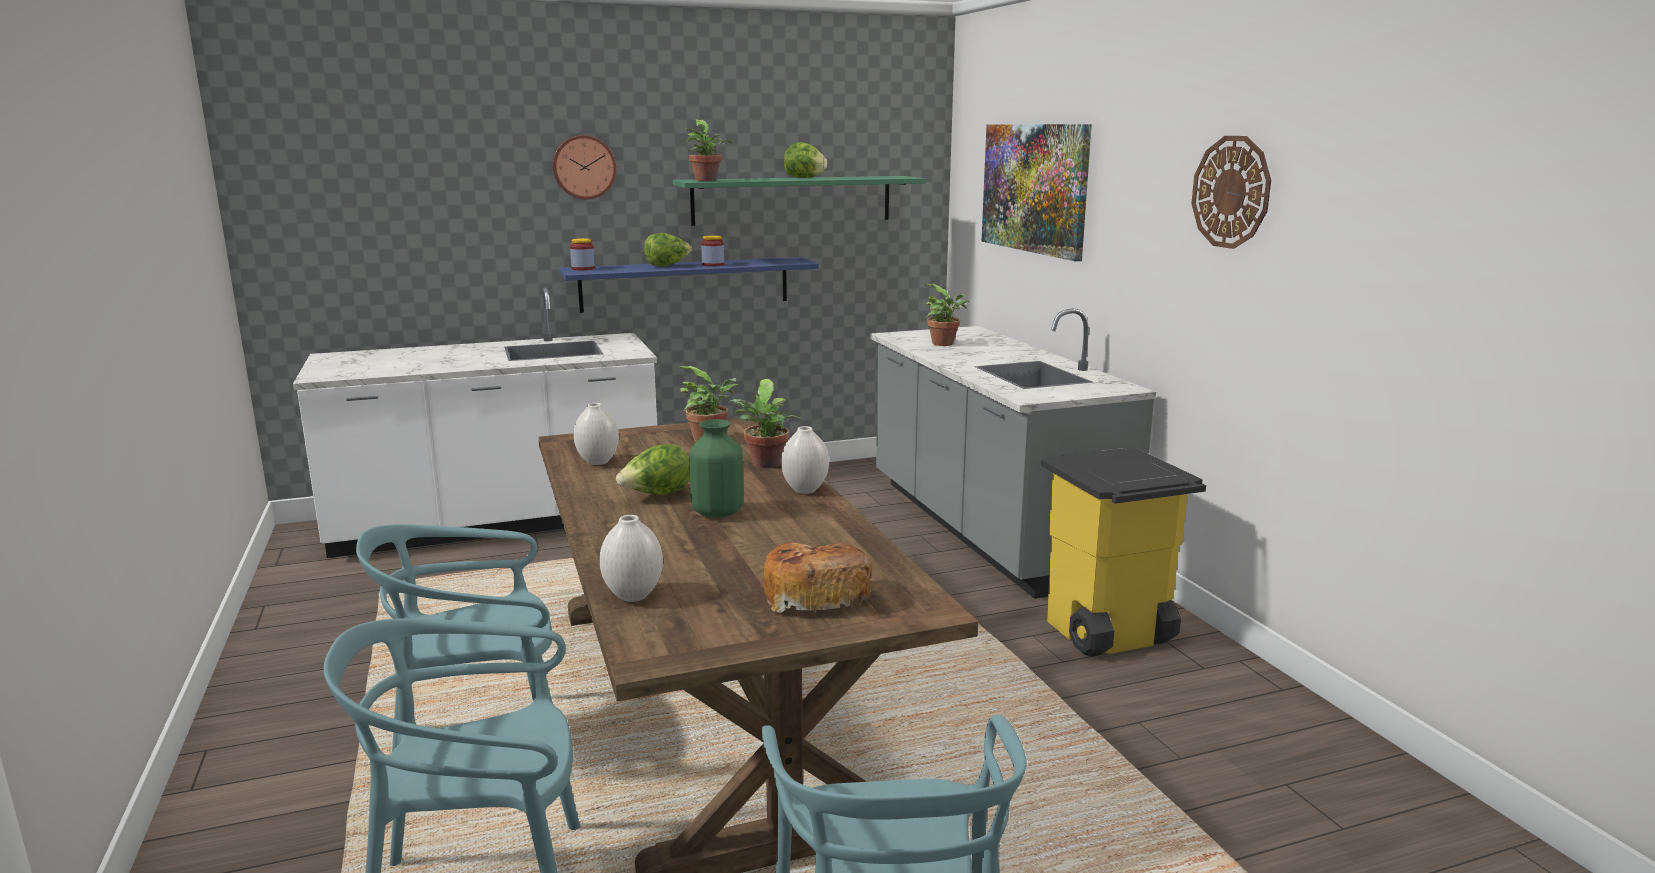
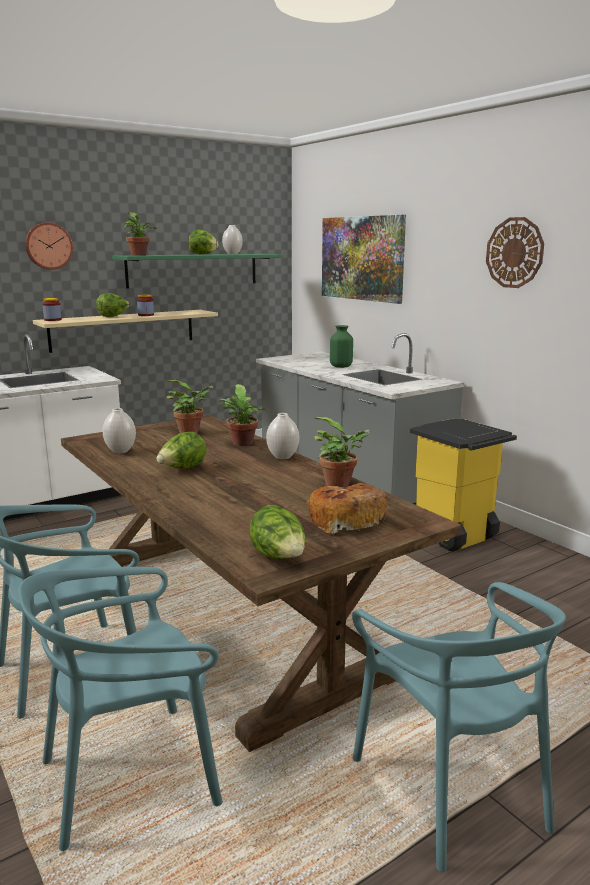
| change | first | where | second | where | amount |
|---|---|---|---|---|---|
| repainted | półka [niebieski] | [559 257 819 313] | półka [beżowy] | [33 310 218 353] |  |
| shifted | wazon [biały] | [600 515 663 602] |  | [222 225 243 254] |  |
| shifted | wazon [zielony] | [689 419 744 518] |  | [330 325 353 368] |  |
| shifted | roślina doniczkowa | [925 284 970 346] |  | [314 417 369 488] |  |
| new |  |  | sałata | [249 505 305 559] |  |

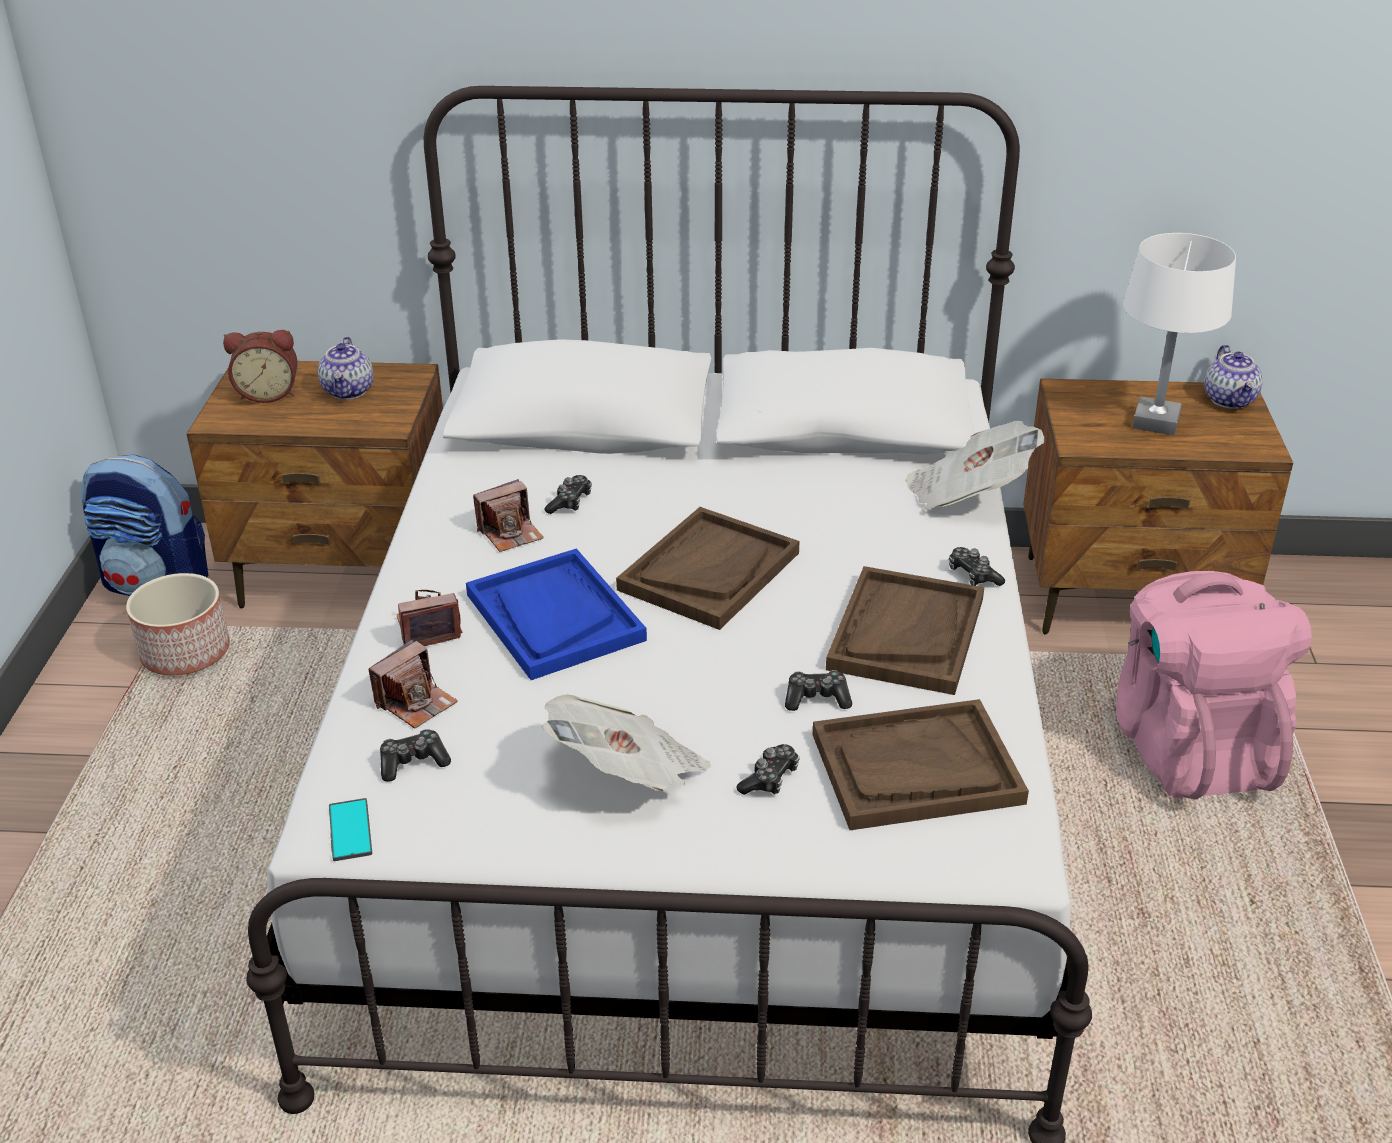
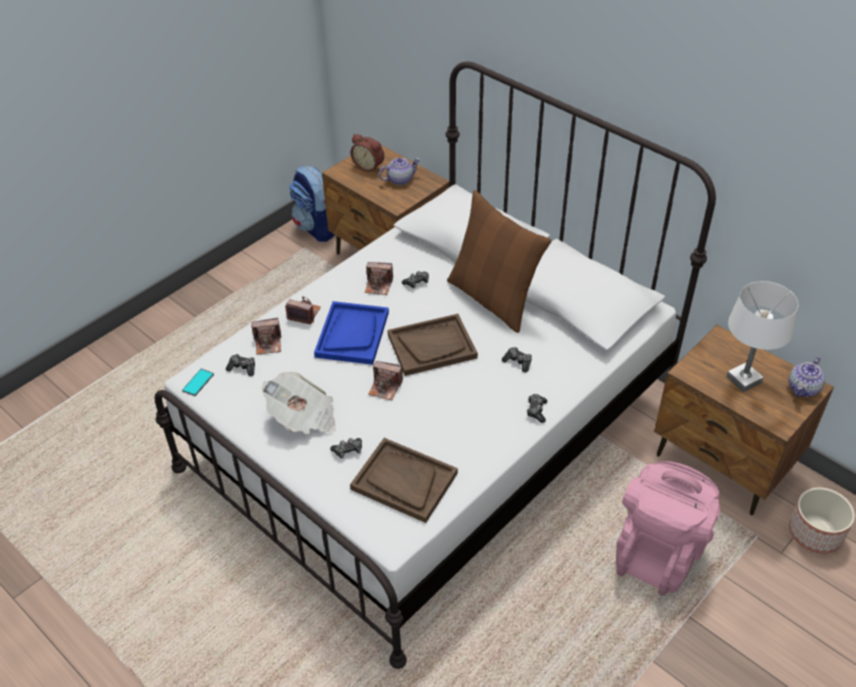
| change | first | where | second | where | amount |
|---|---|---|---|---|---|
| shifted | donica | [126 573 230 676] |  | [789 487 855 554] |  |
| rotated | imbryk | [318 337 373 399] |  | [379 158 420 185] | 150 degrees counterclockwise |
| shifted | pad do gier | [785 670 852 711] |  | [502 347 532 373] |  |
| gone | taca [brązowy] | [826 566 984 695] |  |  |  |
| gone | gazeta | [905 420 1045 510] |  |  |  |
| new |  |  | aparat fotograficzny | [368 361 403 401] |  |
| new |  |  | poduszka [brązowy] | [447 190 552 333] |  |

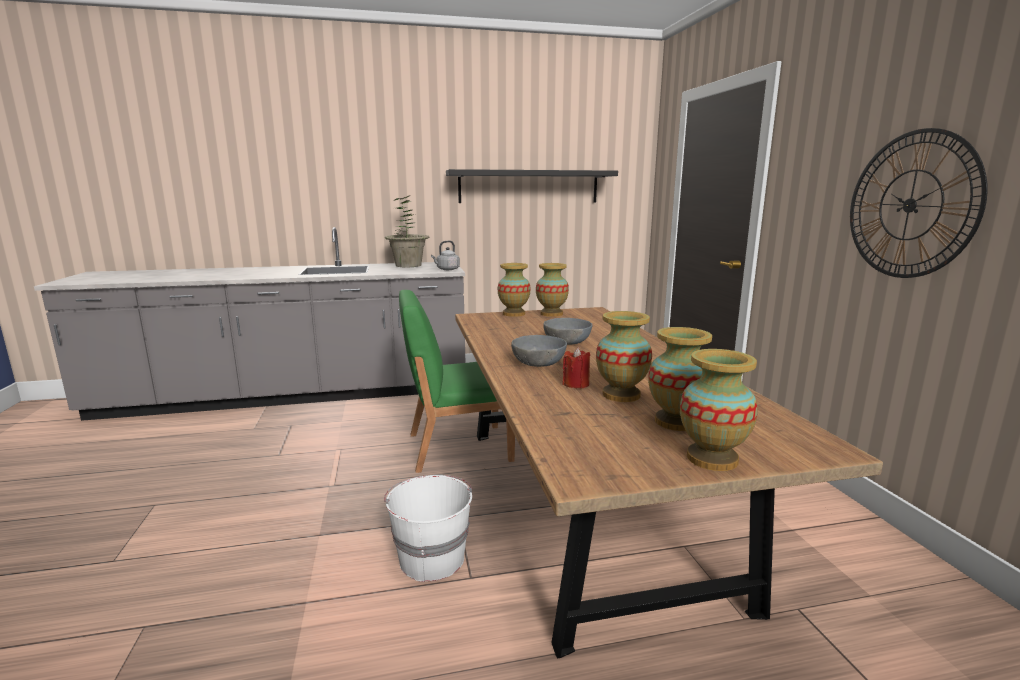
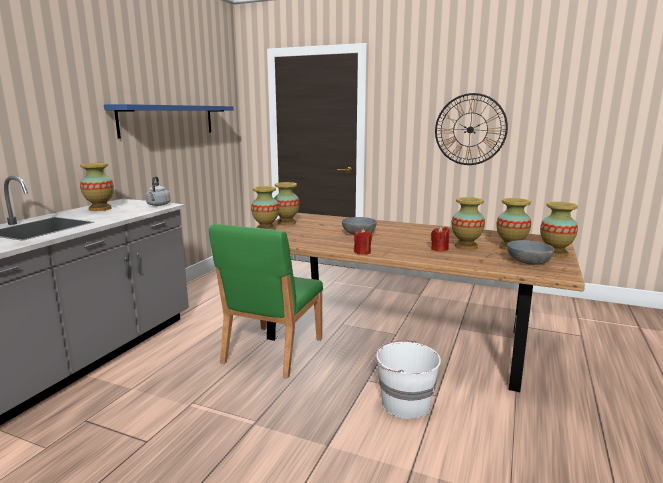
| change | first | where | second | where | amount |
|---|---|---|---|---|---|
| swapped | roślina doniczkowa | [385 195 429 267] | wazon | [80 163 114 211] |  |
| repainted | półka [czarny] | [446 169 618 203] | półka [niebieski] | [104 104 233 138] |  |
| shifted | miska [szary] | [511 335 567 367] |  | [507 240 554 265] |  |
| new |  |  | świeca [czerwony] | [354 228 372 255] |  |

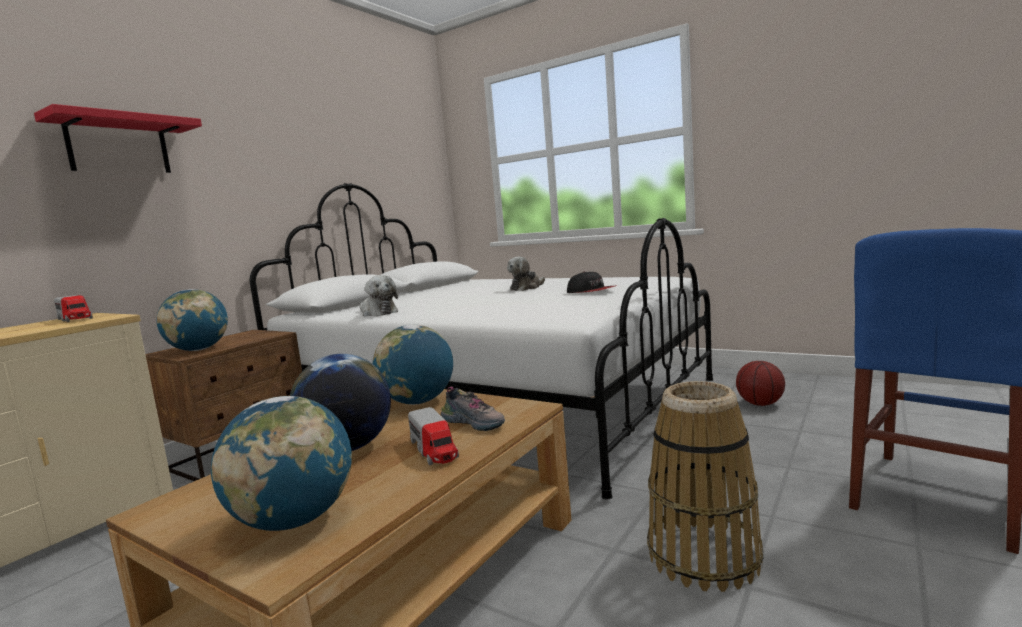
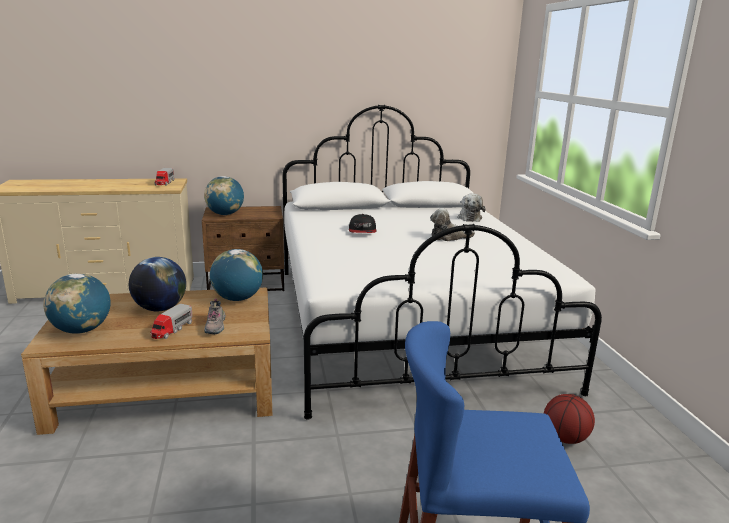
| change | first | where | second | where | amount |
|---|---|---|---|---|---|
| gone | półka [czerwony] | [34 104 202 173] |  |  |  |
| shifted | pluszak | [360 275 398 316] |  | [457 193 485 222] |  |
| shifted | czapka z daszkiem | [567 271 614 293] |  | [349 214 377 233] |  |
| gone | koszyk | [647 381 763 592] |  |  |  |

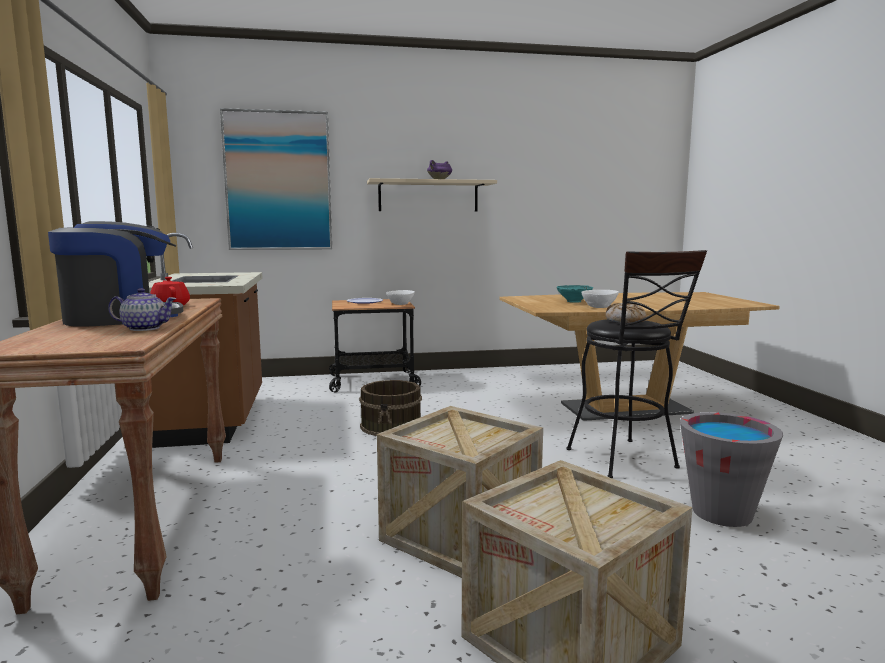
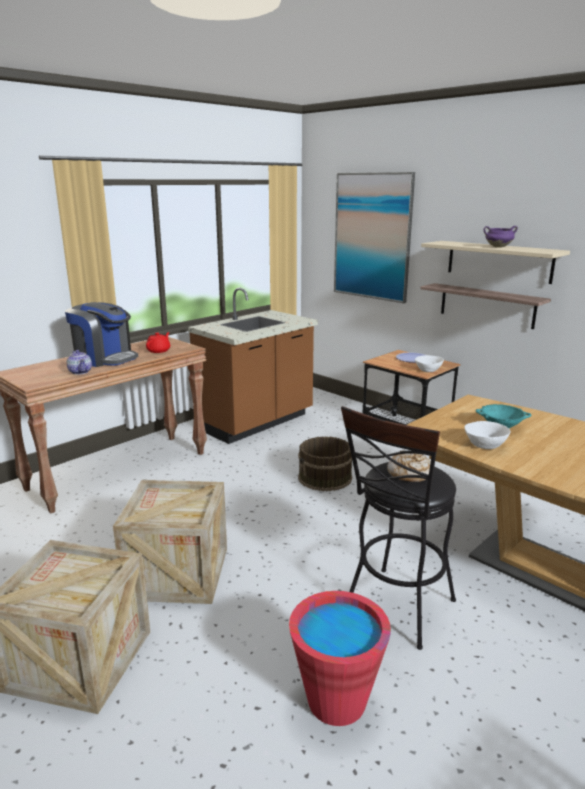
| change | first | where | second | where | amount |
|---|---|---|---|---|---|
| repainted | wiadro [szary] | [680 412 783 527] | wiadro [czerwony] | [289 591 391 726] |  |
| new |  |  | półka | [420 283 551 329] |  |

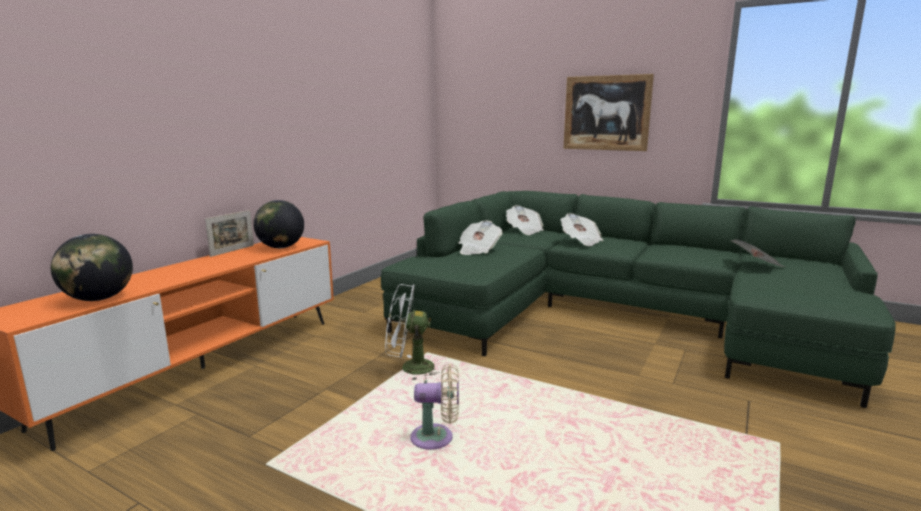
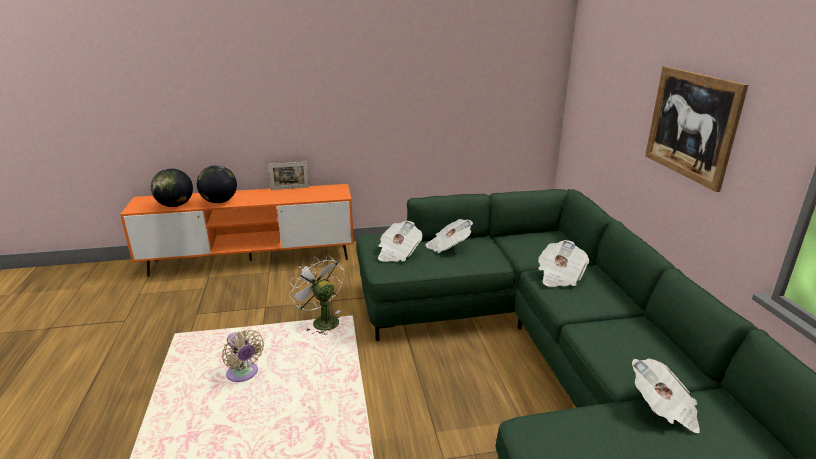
| change | first | where | second | where | amount |
|---|---|---|---|---|---|
| shifted | globus | [253 200 304 248] |  | [197 165 237 203] |  |
| shifted | gazeta | [506 205 544 235] |  | [378 221 423 262] |  |

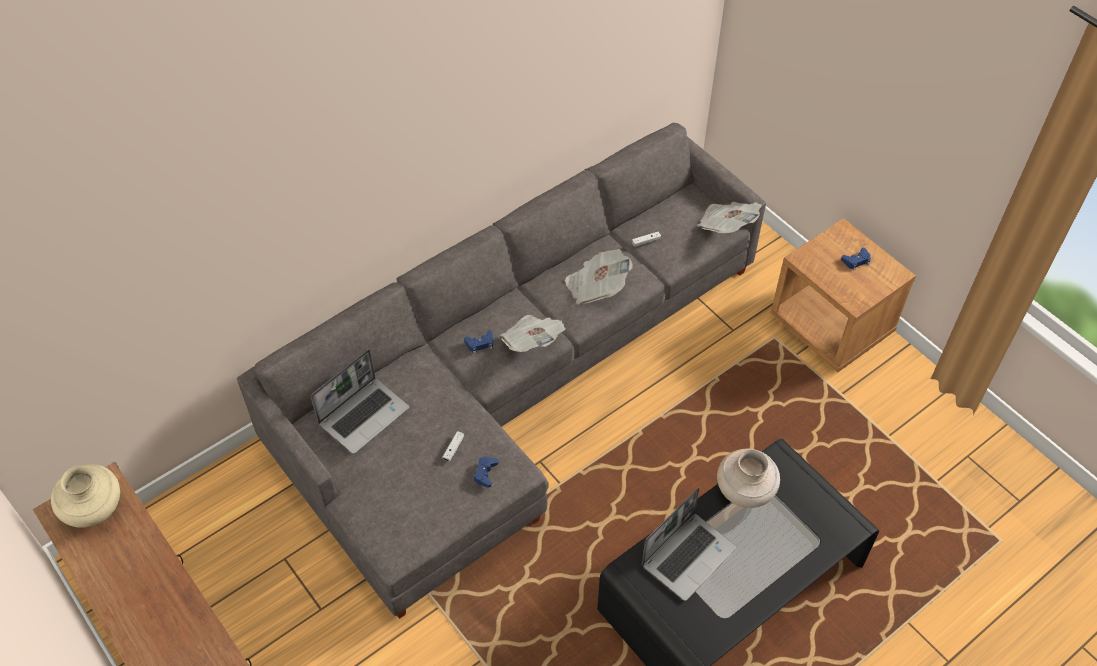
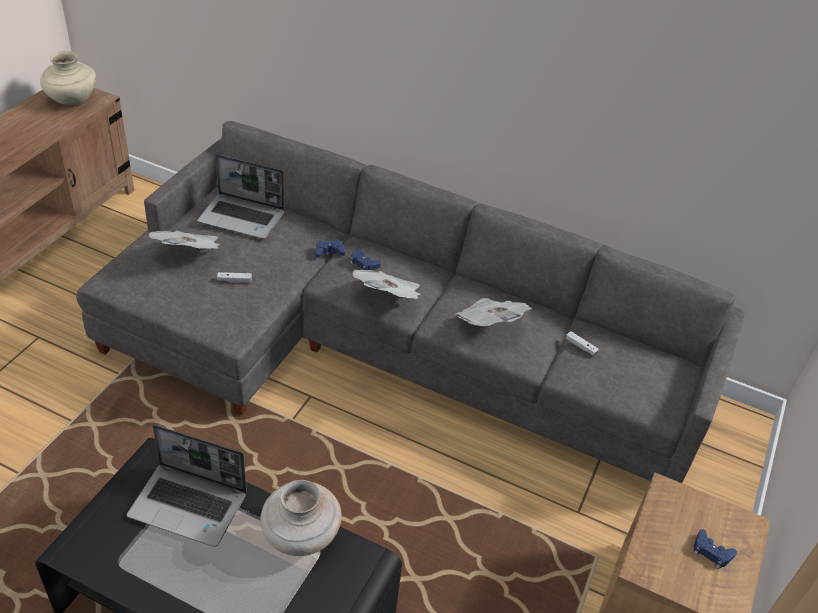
| change | first | where | second | where | amount |
|---|---|---|---|---|---|
| shifted | pad do gier [niebieski] | [473 457 499 488] |  | [316 240 346 258] |  |
| shifted | gazeta | [697 201 762 233] |  | [149 231 220 249] |  |

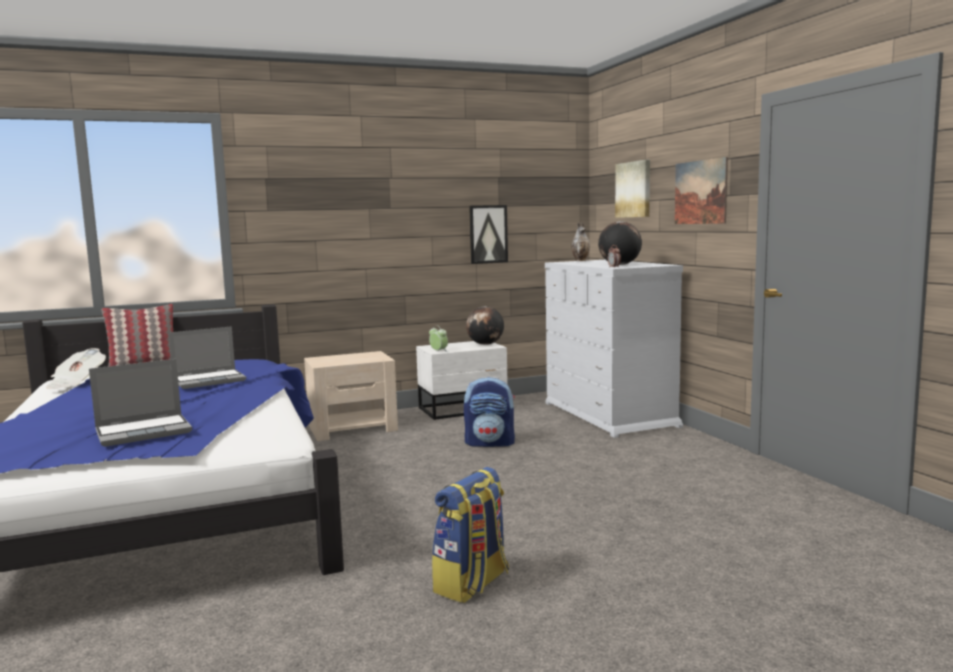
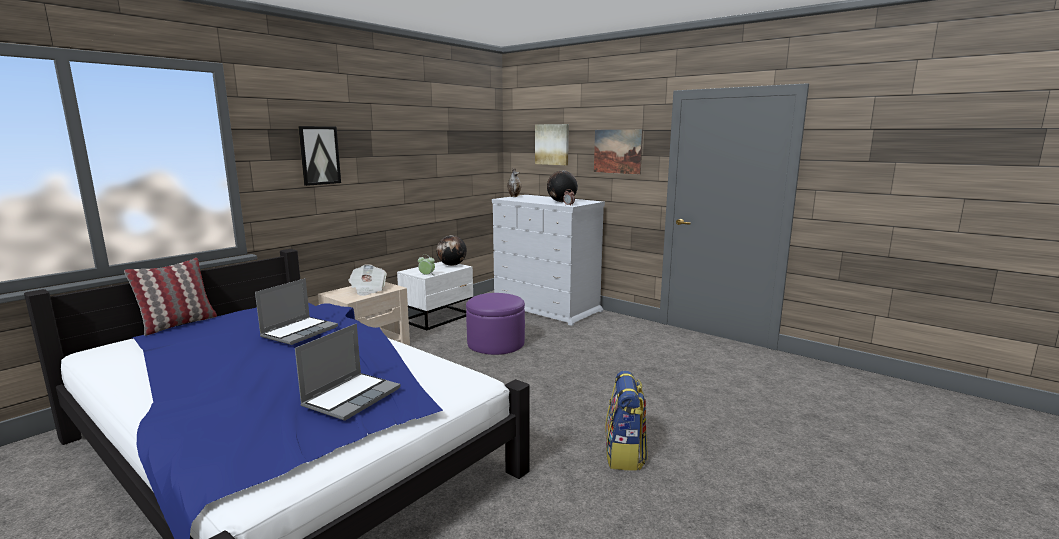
| change | first | where | second | where | amount |
|---|---|---|---|---|---|
| shifted | gazeta | [46 348 106 389] |  | [348 264 387 296] |  |
| swapped | plecak | [464 377 515 447] | pufa [fioletowy] | [466 293 525 355] |  |
| shifted | obraz | [469 205 508 264] |  | [298 126 341 186] |  |

